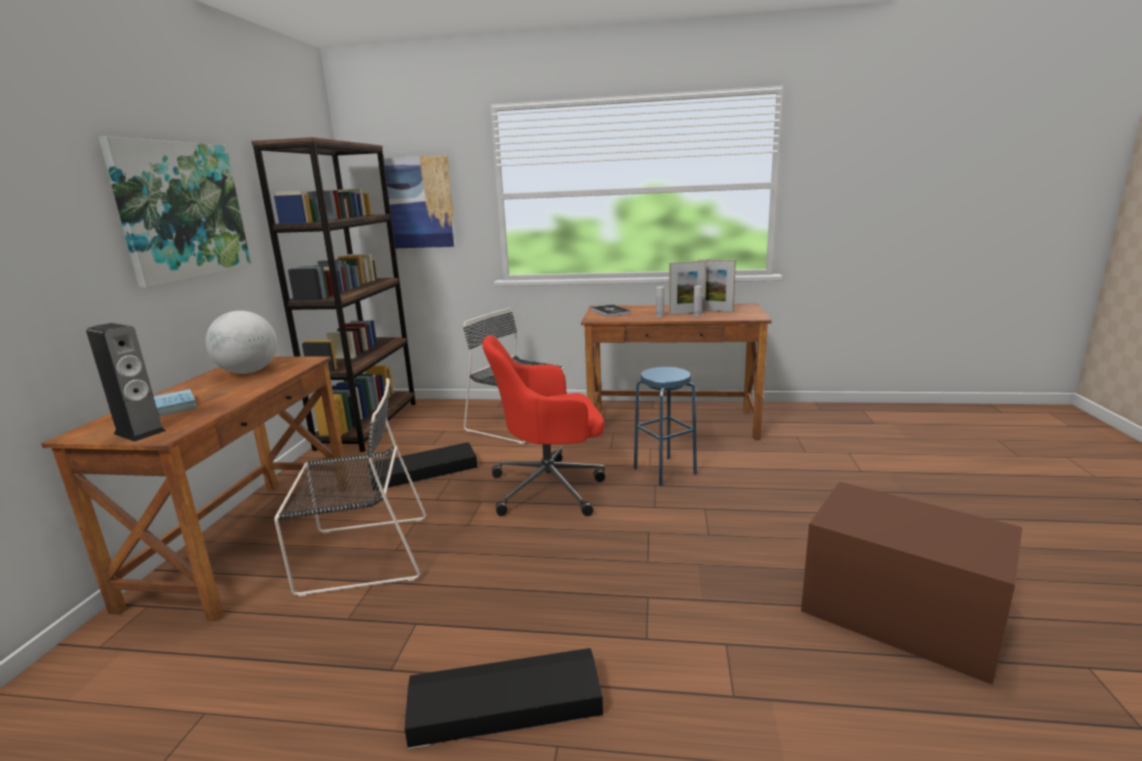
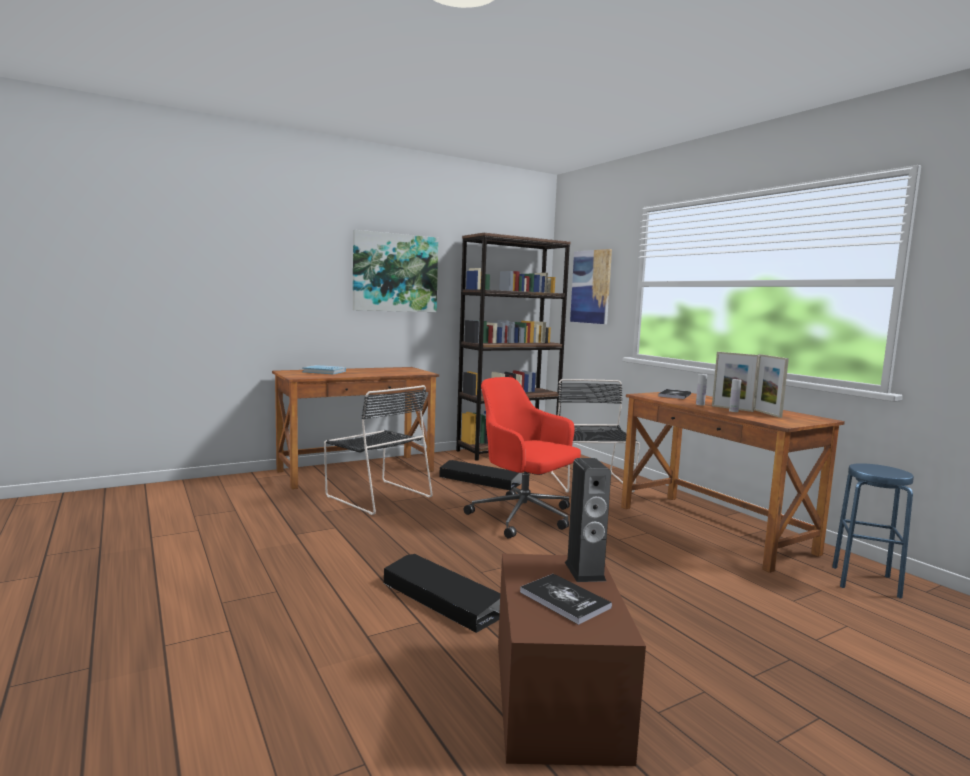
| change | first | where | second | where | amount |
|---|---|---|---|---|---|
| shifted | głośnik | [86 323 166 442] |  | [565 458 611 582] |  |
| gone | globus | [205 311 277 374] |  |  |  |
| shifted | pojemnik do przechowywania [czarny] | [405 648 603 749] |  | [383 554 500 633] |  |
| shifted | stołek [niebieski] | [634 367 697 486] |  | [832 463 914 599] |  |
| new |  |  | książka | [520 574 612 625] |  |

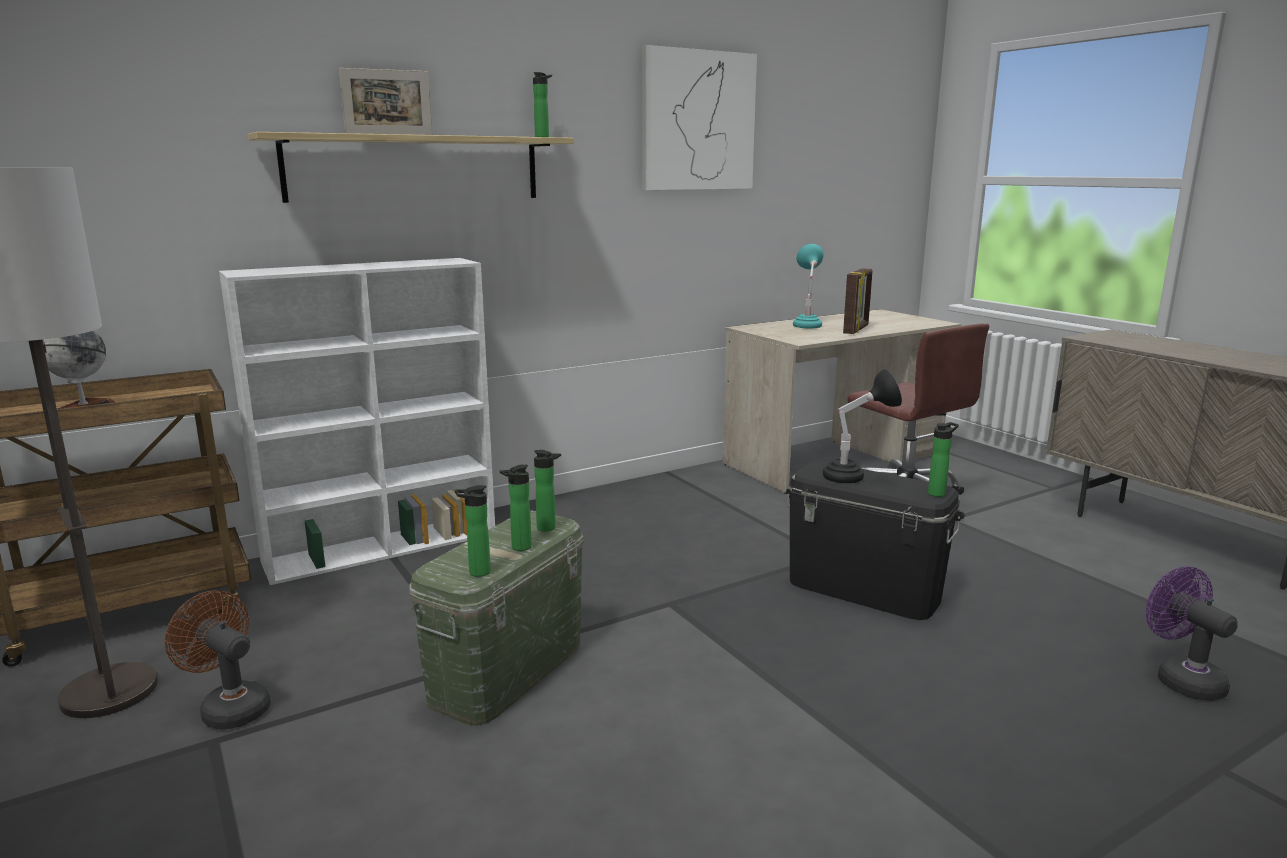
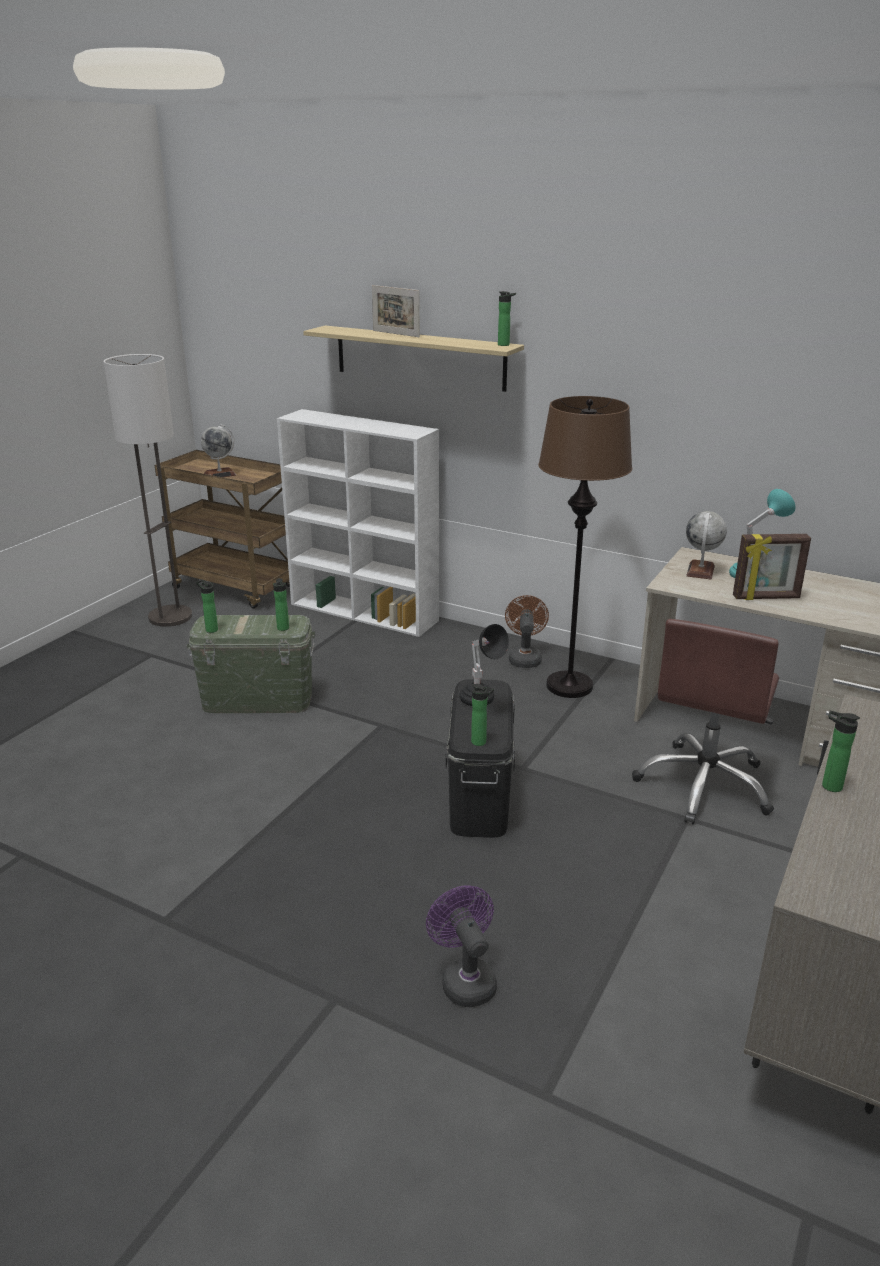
| change | first | where | second | where | amount |
|---|---|---|---|---|---|
| shifted | wentylator [brązowy] | [165 590 271 730] |  | [505 595 549 668] |  |
| shifted | butelka | [500 465 532 551] |  | [822 711 860 792] |  |
| gone | obraz | [642 45 757 190] |  |  |  |
| rotated | wentylator [fioletowy] | [1146 566 1238 701] |  | [426 886 497 1007] | 60 degrees counterclockwise |
| new |  |  | lampa stojąca [brązowy] | [538 396 632 698] |  |
| new |  |  | globus | [686 511 727 580] |  |

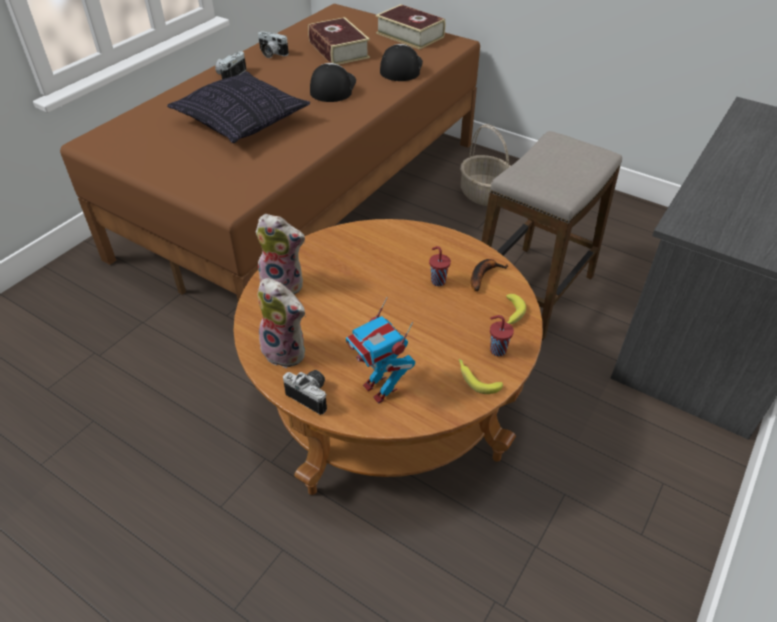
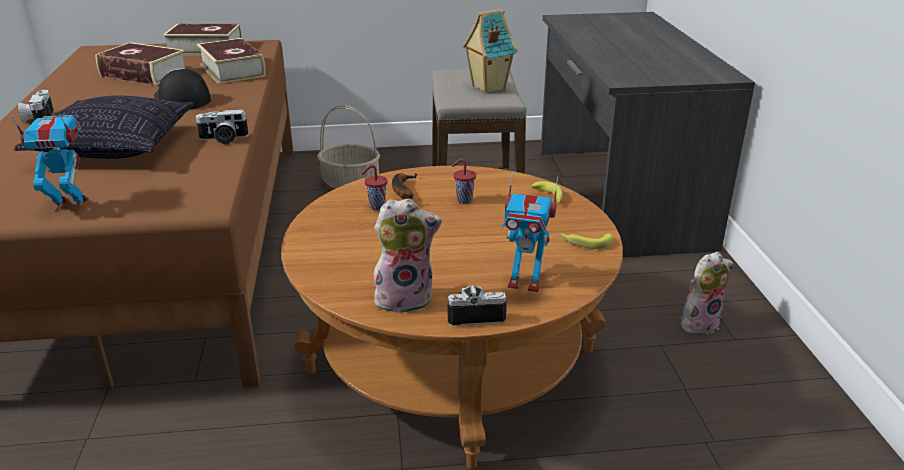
| change | first | where | second | where | amount |
|---|---|---|---|---|---|
| shifted | pluszak | [256 214 305 295] |  | [681 252 733 334] |  |
| shifted | aparat fotograficzny | [258 31 289 58] |  | [196 109 249 145] |  |
| swapped | czapka z daszkiem | [380 44 423 81] | książka | [197 38 266 84] |  |
| shifted | banan | [471 259 508 292] |  | [392 173 418 199] |  |
| shifted | filiżanka [czerwony] | [490 315 514 356] |  | [362 165 387 210] |  |
| new |  |  | robot zabawkowy | [11 114 89 212] |  |
| new |  |  | domek | [463 9 518 93] |  |

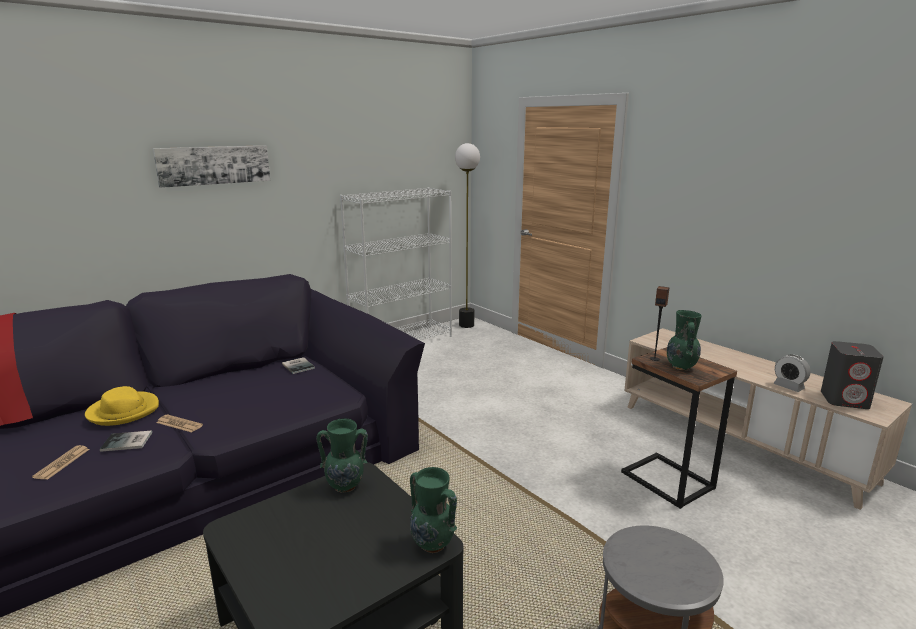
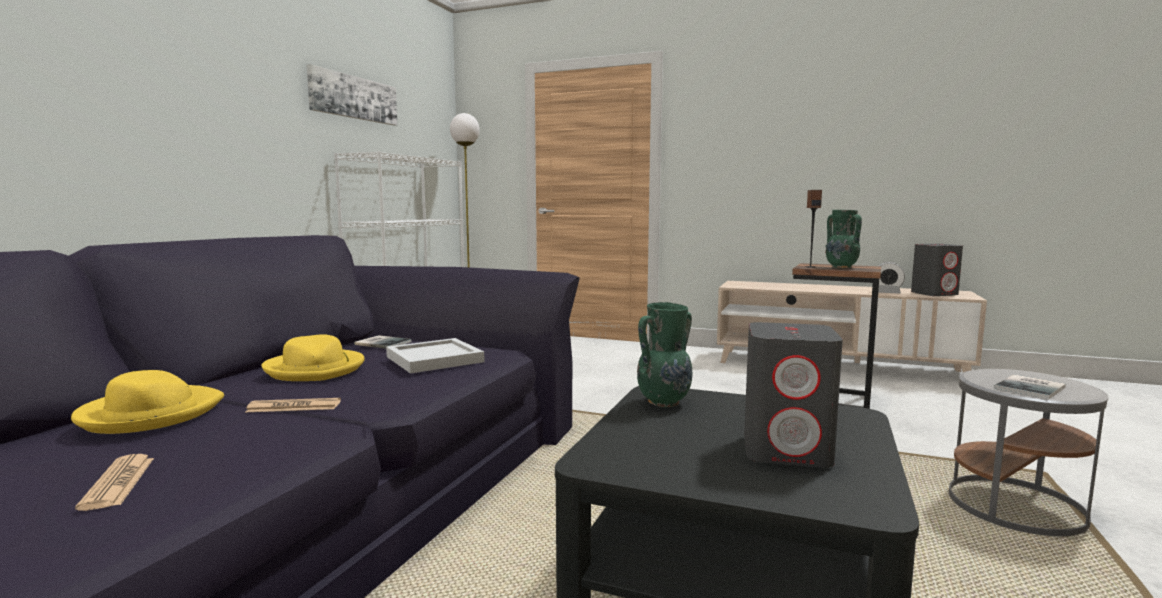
| change | first | where | second | where | amount |
|---|---|---|---|---|---|
| shifted | książka | [100 430 152 452] |  | [994 375 1066 399] |  |
| shifted | obraz | [153 145 270 188] |  | [307 64 397 125] |  |
| gone | wazon [zielony] | [410 467 457 553] |  |  |  |
| new |  |  | kapelusz [żółty] | [261 334 365 381] |  |
| new |  |  | taca [biały] | [386 338 485 374] |  |
| new |  |  | głośnik [szary] | [744 322 843 468] |  |

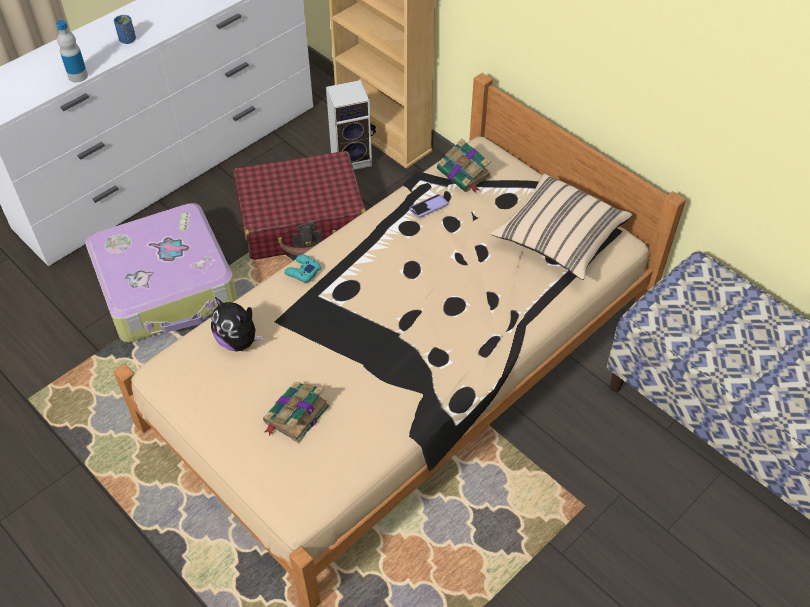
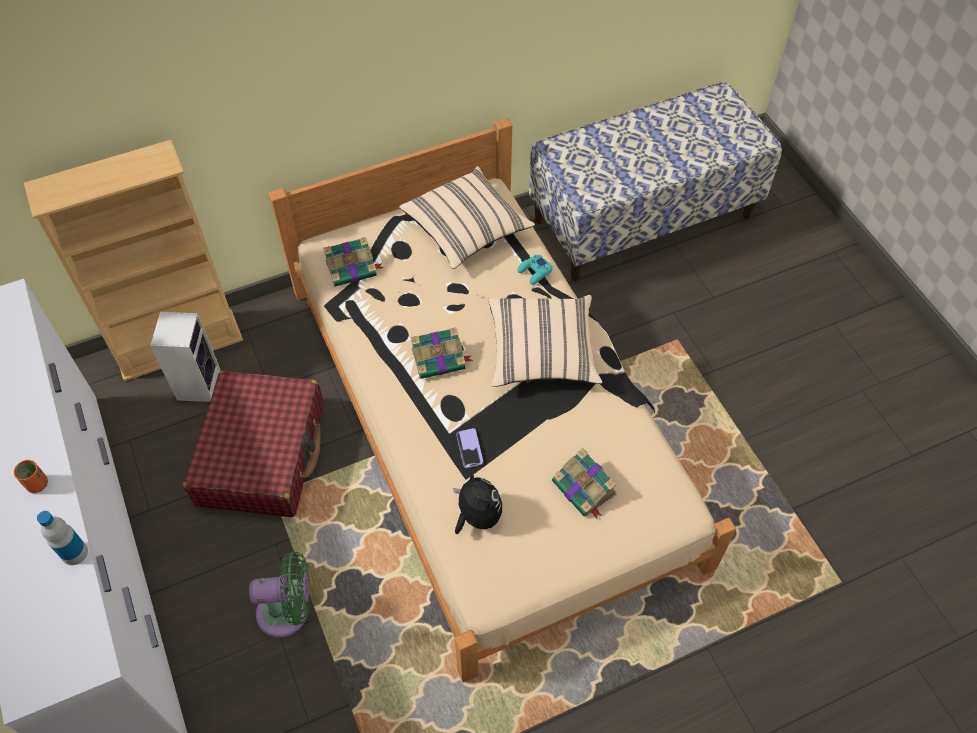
| change | first | where | second | where | amount |
|---|---|---|---|---|---|
| swapped | walizka | [85 203 238 343] | wentylator [zielony] | [249 551 310 638] |  |
| repainted | filiżanka [niebieski] | [114 15 136 44] | filiżanka [pomarańczowy] | [14 460 48 493] |  |
| rotated | pluszak | [211 297 264 351] |  | [453 471 502 534] | 90 degrees counterclockwise |
| shifted | pad do gier [turkusowy] | [284 255 321 282] |  | [518 255 553 285] |  |
| shifted | telefon | [410 194 448 218] |  | [456 428 483 468] |  |
| new |  |  | książka | [411 327 473 379] |  |
| new |  |  | poduszka [beżowy] | [488 295 602 387] |  |

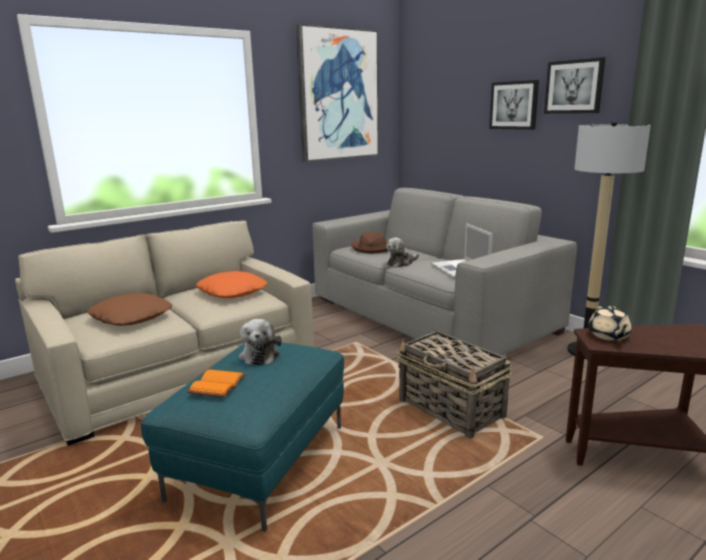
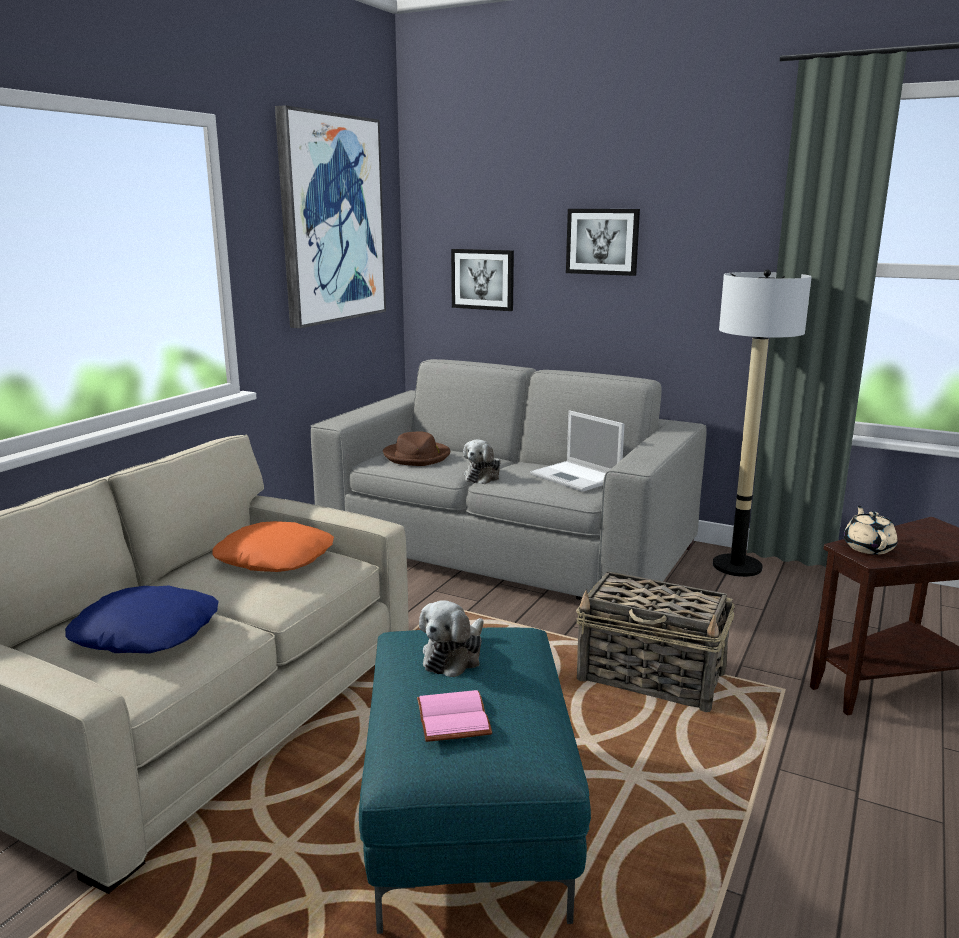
| change | first | where | second | where | amount |
|---|---|---|---|---|---|
| repainted | poduszka [brązowy] | [88 293 172 326] | poduszka [niebieski] | [65 586 219 653] |  |
| repainted | książka [pomarańczowy] | [187 369 246 397] | książka [różowy] | [417 690 492 742] |  |
| rotated | pluszak | [239 319 282 366] |  | [419 600 484 677] | 60 degrees clockwise |
| shifted | obraz | [544 57 605 114] |  | [451 249 514 311] |  |
| rotated | imbryk [beżowy] | [588 306 632 341] |  | [844 506 898 555] | 150 degrees counterclockwise |

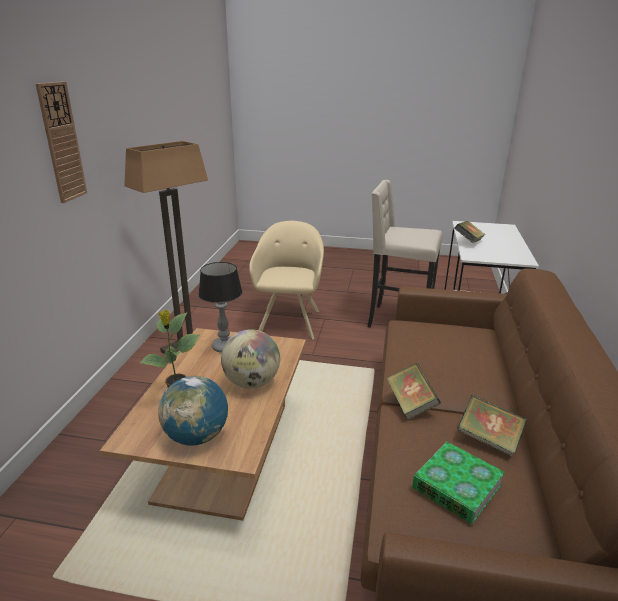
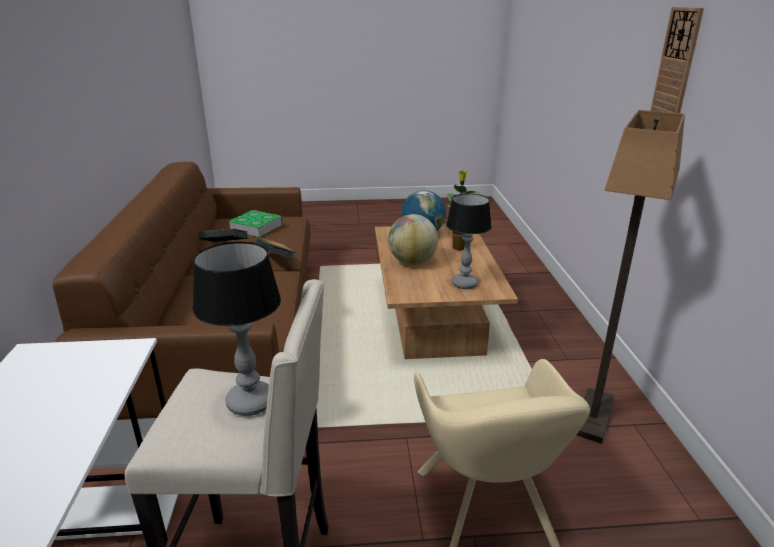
| change | first | where | second | where | amount |
|---|---|---|---|---|---|
| gone | książka | [455 221 485 243] |  |  |  |
| new |  |  | lampa stołowa | [193 242 281 416] |  |

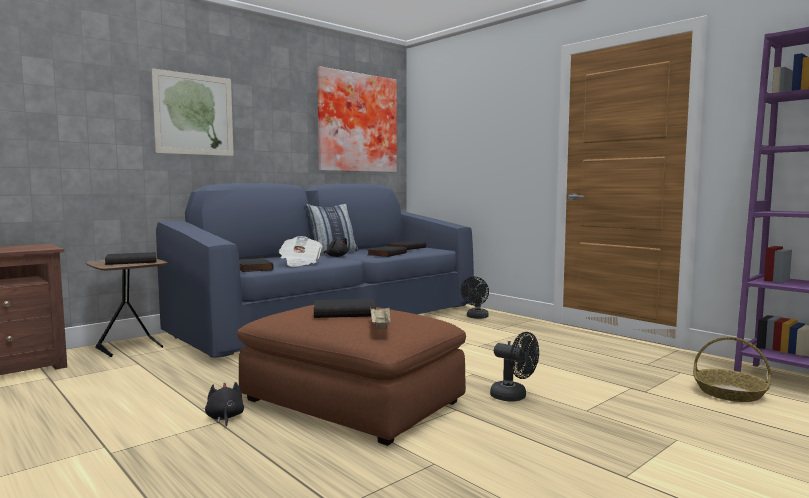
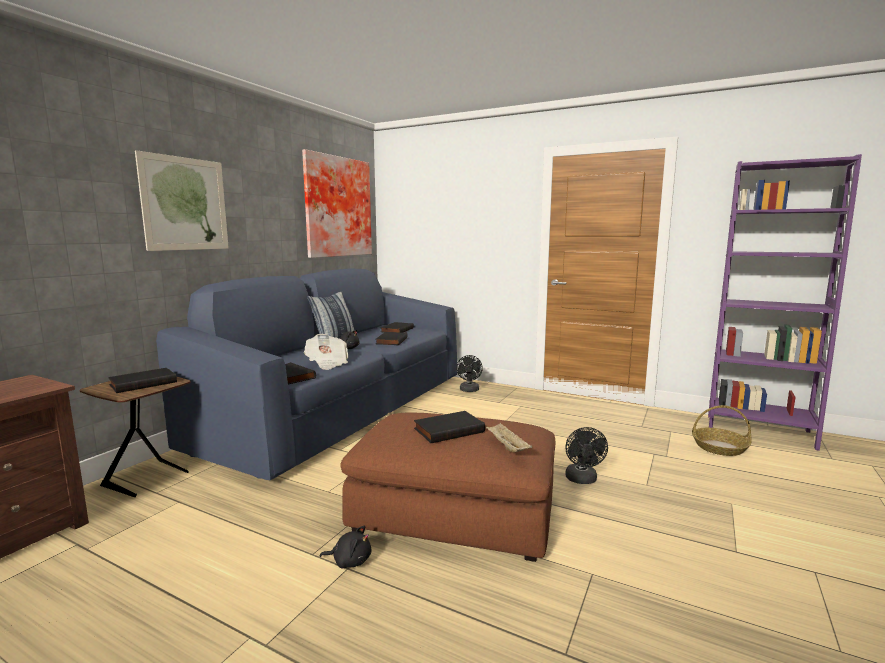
| change | first | where | second | where | amount |
|---|---|---|---|---|---|
| rotated | pluszak [czarny] | [205 382 244 427] |  | [319 526 371 569] | 135 degrees clockwise |
| rotated | wentylator [czarny] | [490 332 539 402] |  | [565 427 608 484] | 75 degrees clockwise |

